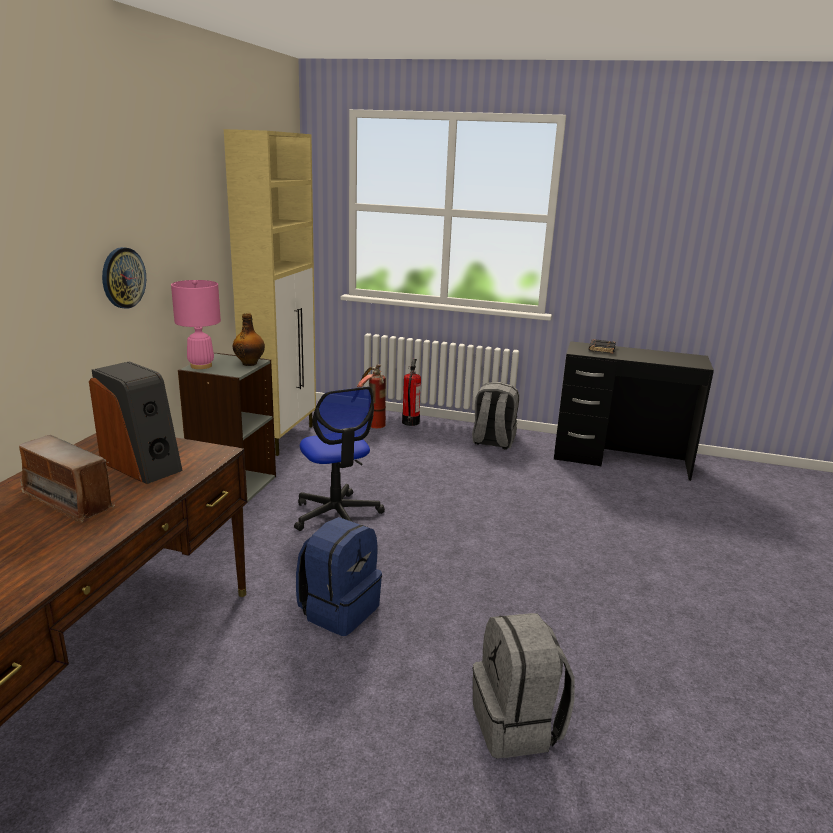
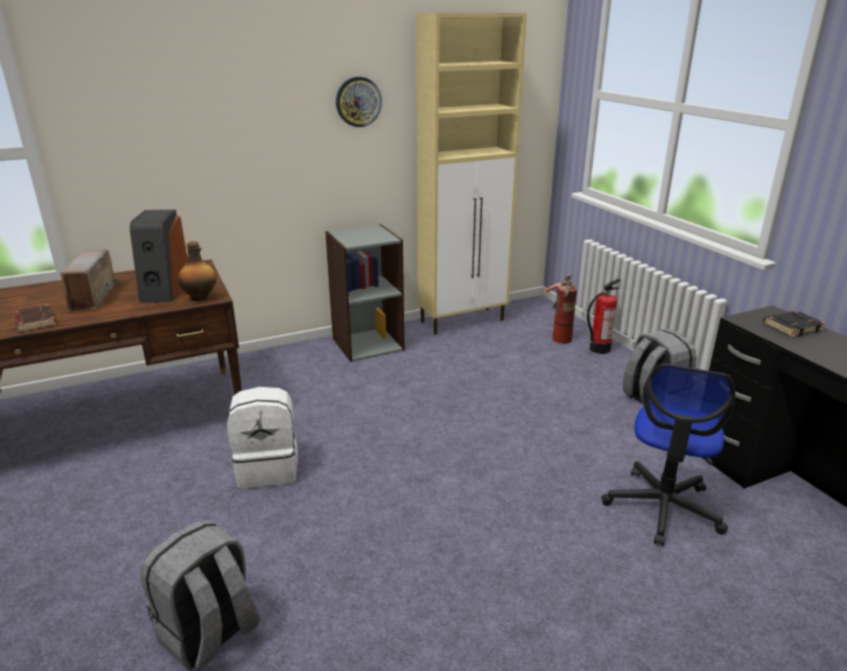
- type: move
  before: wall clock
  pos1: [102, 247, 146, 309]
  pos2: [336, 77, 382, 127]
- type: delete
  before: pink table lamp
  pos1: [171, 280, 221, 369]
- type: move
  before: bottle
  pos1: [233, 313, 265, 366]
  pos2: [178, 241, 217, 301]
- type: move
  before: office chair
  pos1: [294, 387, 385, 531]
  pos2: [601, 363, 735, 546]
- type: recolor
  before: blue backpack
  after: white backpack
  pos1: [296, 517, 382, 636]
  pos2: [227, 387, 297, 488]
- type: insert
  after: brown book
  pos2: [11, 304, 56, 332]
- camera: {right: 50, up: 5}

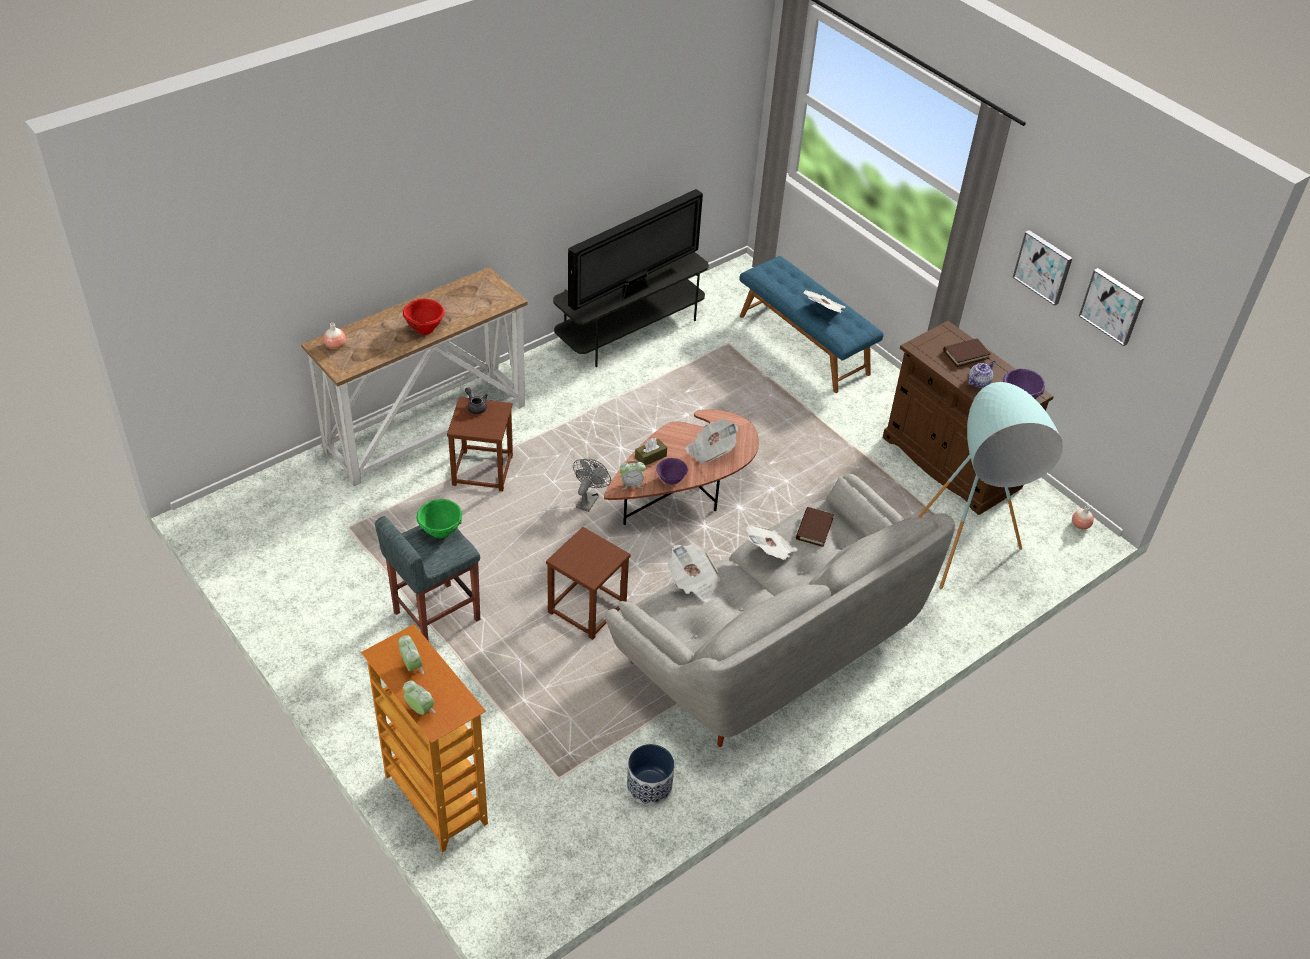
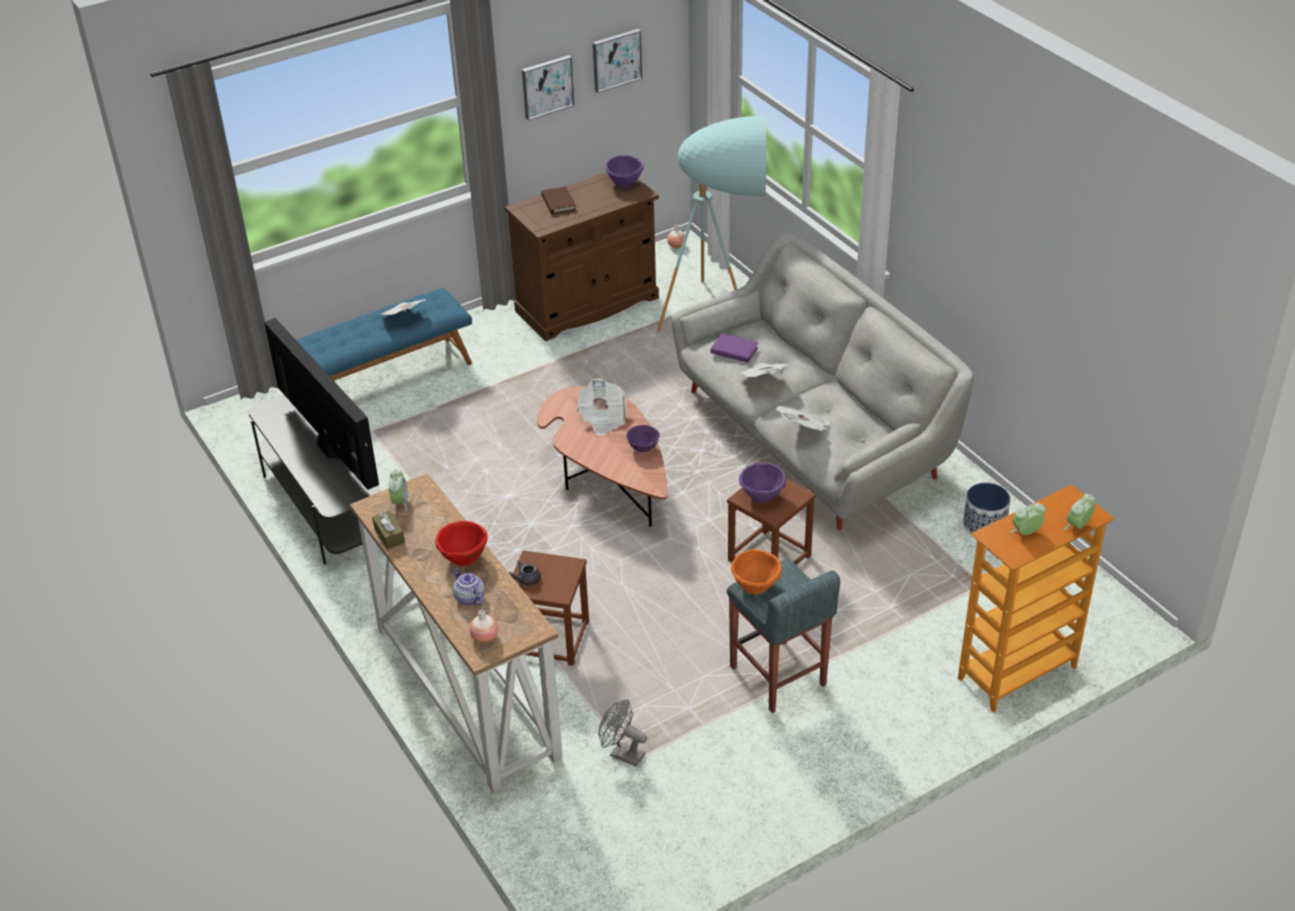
- type: move
  before: teapot
  pos1: [968, 361, 995, 388]
  pos2: [453, 567, 485, 606]
- type: move
  before: brown tissue box
  pos1: [635, 438, 667, 466]
  pos2: [372, 511, 405, 549]
- type: move
  before: grey fan
  pos1: [573, 459, 611, 512]
  pos2: [598, 699, 647, 767]
- type: move
  before: alarm clock
  pos1: [620, 460, 646, 490]
  pos2: [389, 469, 409, 511]
- type: recolor
  before: green bowl
  after: orange bowl
  pos1: [416, 499, 462, 538]
  pos2: [731, 549, 782, 594]
- type: recolor
  before: brown book
  after: purple book
  pos1: [796, 507, 834, 547]
  pos2: [711, 333, 758, 362]
- type: insert
  after: purple bowl
  pos2: [739, 463, 786, 503]
- camera: {right: -80, up: -5}

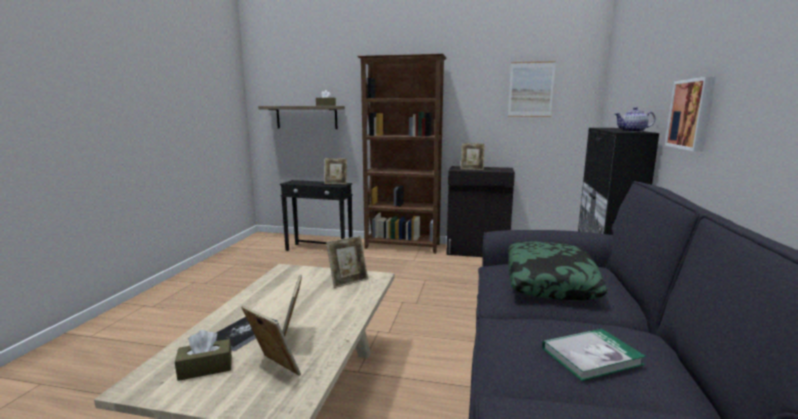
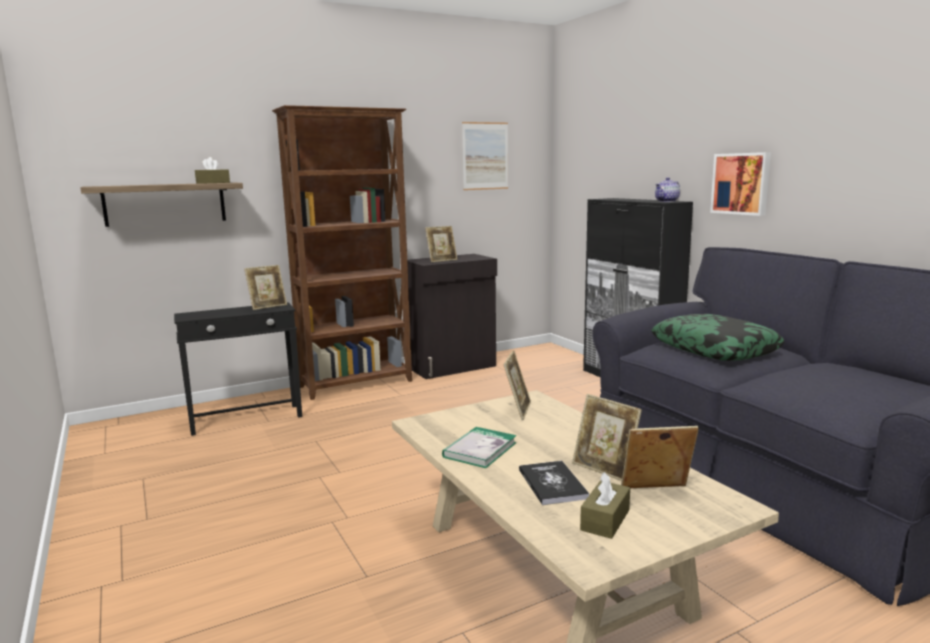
- type: move
  before: book
  pos1: [542, 329, 646, 381]
  pos2: [442, 427, 517, 468]
- camera: {right: -40, up: 0}

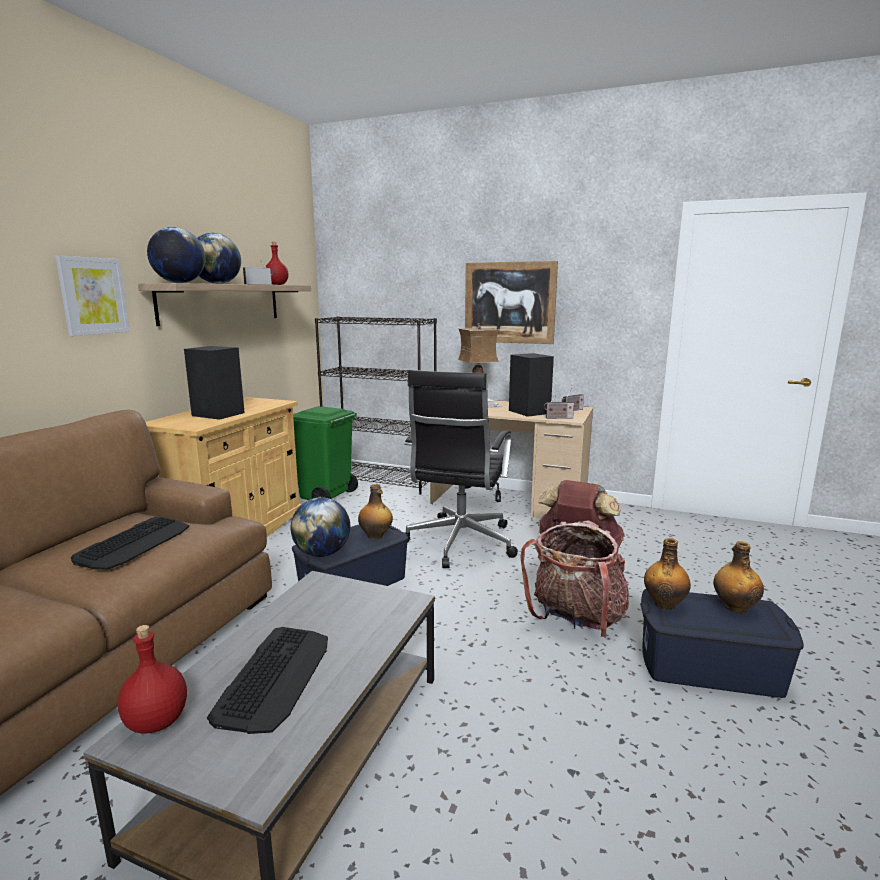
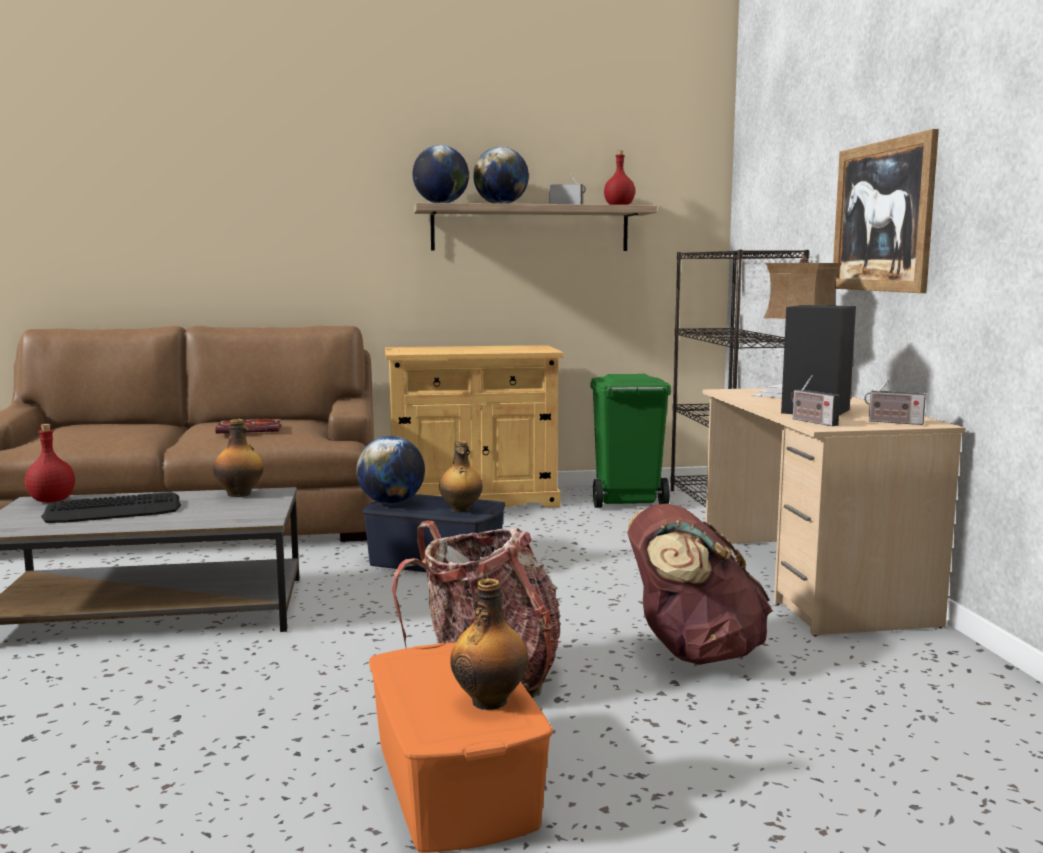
- type: delete
  before: picture
  pos1: [55, 256, 130, 336]
- type: delete
  before: black speaker
  pos1: [184, 346, 245, 420]
- type: delete
  before: black office chair
  pos1: [403, 370, 518, 568]
- type: replace
  before: keyboard
  after: book
  pos1: [71, 517, 189, 570]
  pos2: [215, 418, 281, 433]
- type: move
  before: bottle
  pos1: [644, 538, 691, 610]
  pos2: [213, 419, 263, 497]
- type: recolor
  before: blue storage box
  after: orange storage box
  pos1: [640, 589, 804, 698]
  pos2: [369, 642, 553, 853]
- camera: {right: 60, up: -5}

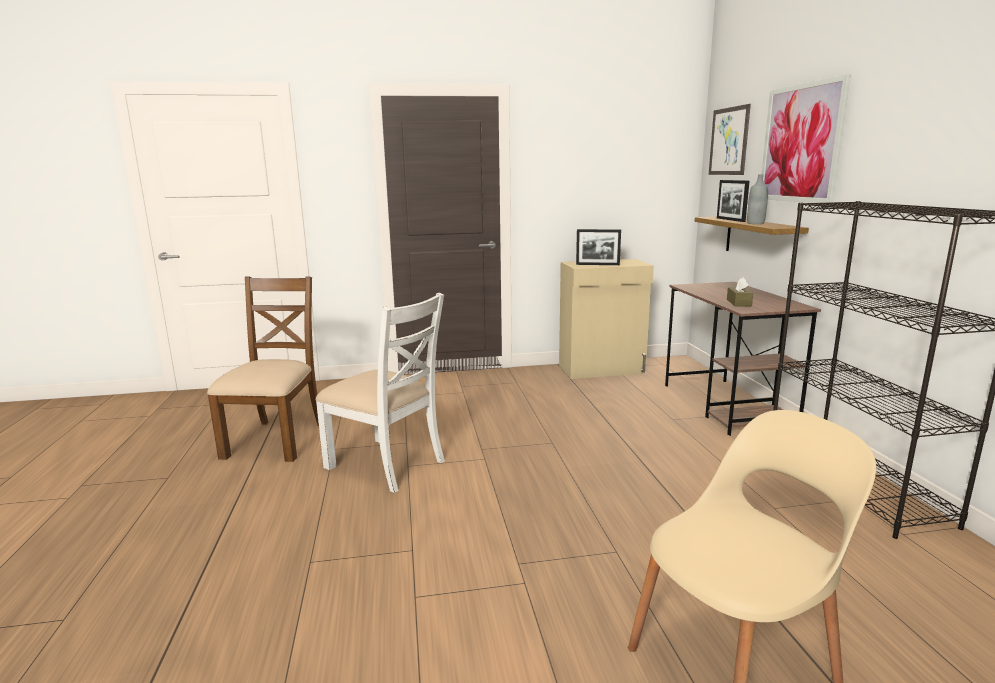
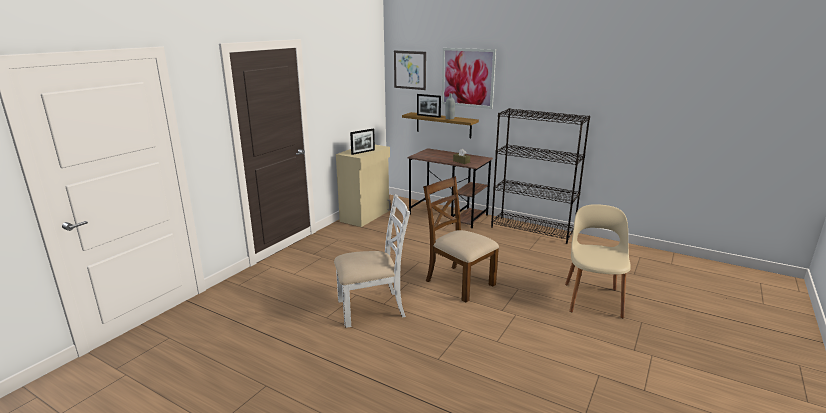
- type: move
  before: brown chair
  pos1: [207, 276, 319, 462]
  pos2: [423, 176, 499, 302]
- camera: {right: -50, up: 5}

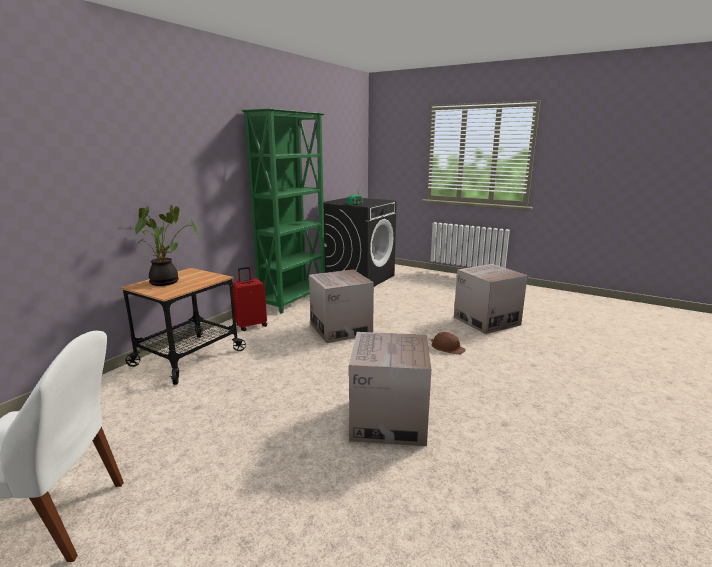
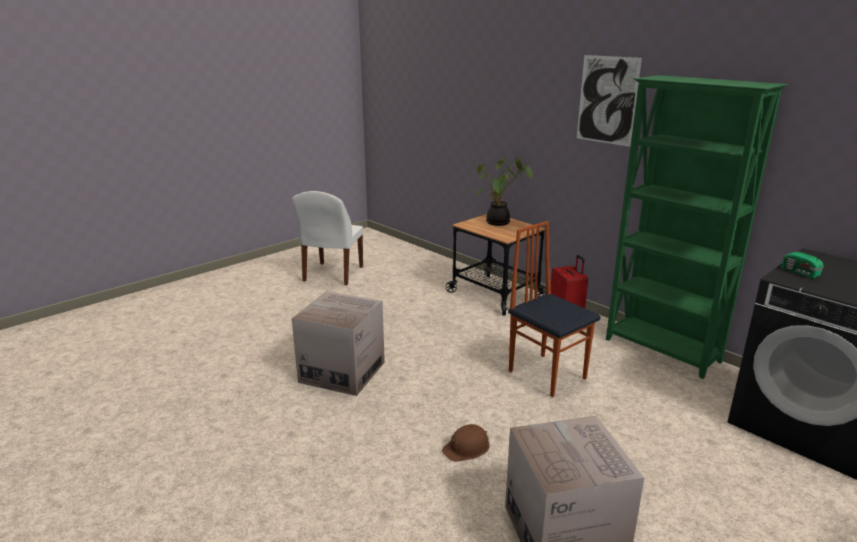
- type: replace
  before: cardboard box
  after: chair
  pos1: [309, 269, 374, 343]
  pos2: [508, 221, 601, 397]
- type: insert
  after: picture
  pos2: [577, 55, 642, 147]
- camera: {right: 105, up: 5}

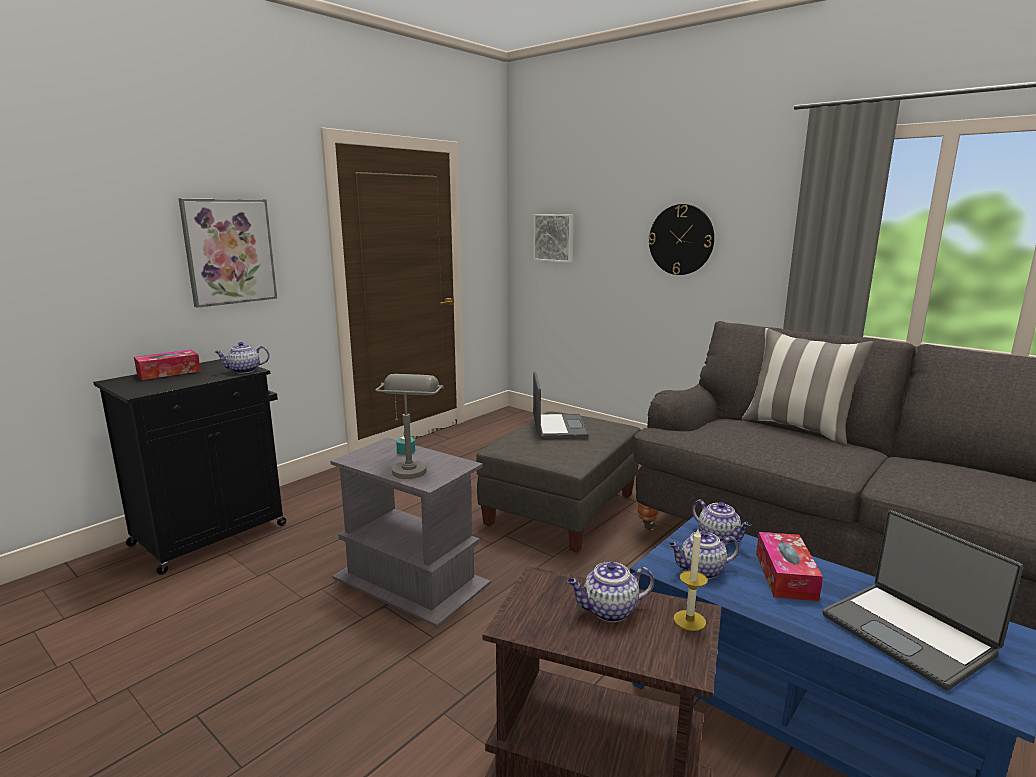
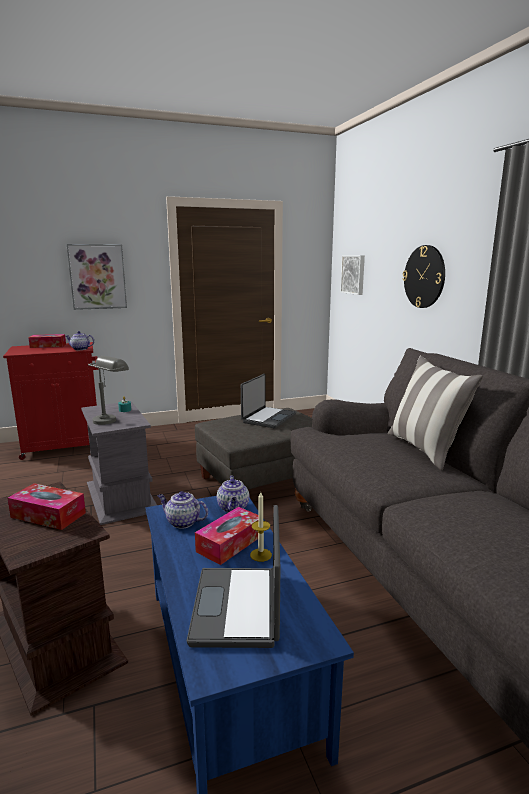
- type: recolor
  before: black cabinet
  after: red cabinet
  pos1: [93, 359, 286, 575]
  pos2: [3, 342, 99, 460]
- type: move
  before: candle
  pos1: [674, 529, 708, 631]
  pos2: [250, 492, 272, 562]
- type: replace
  before: teapot
  after: tissue box
  pos1: [567, 562, 654, 622]
  pos2: [7, 483, 86, 530]
- camera: {right: 30, up: 0}

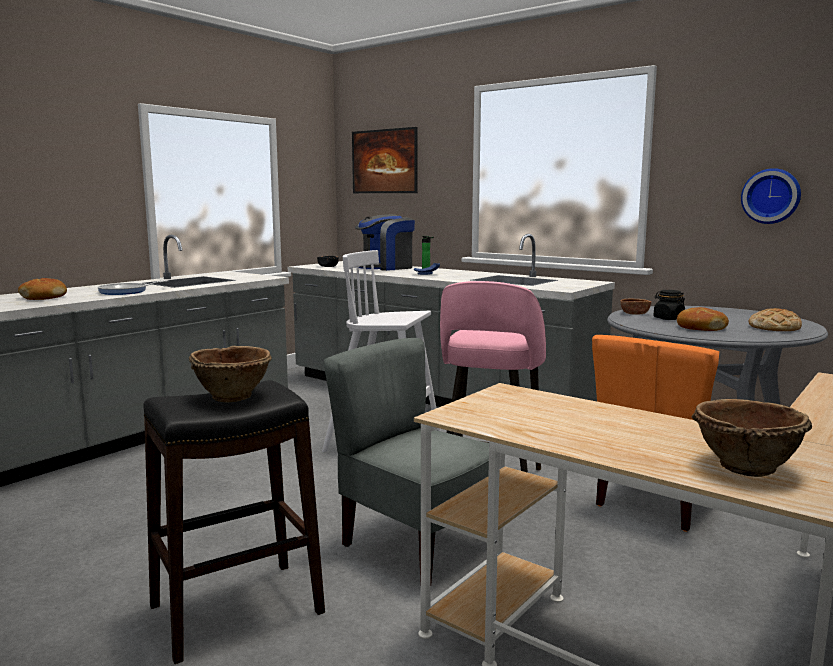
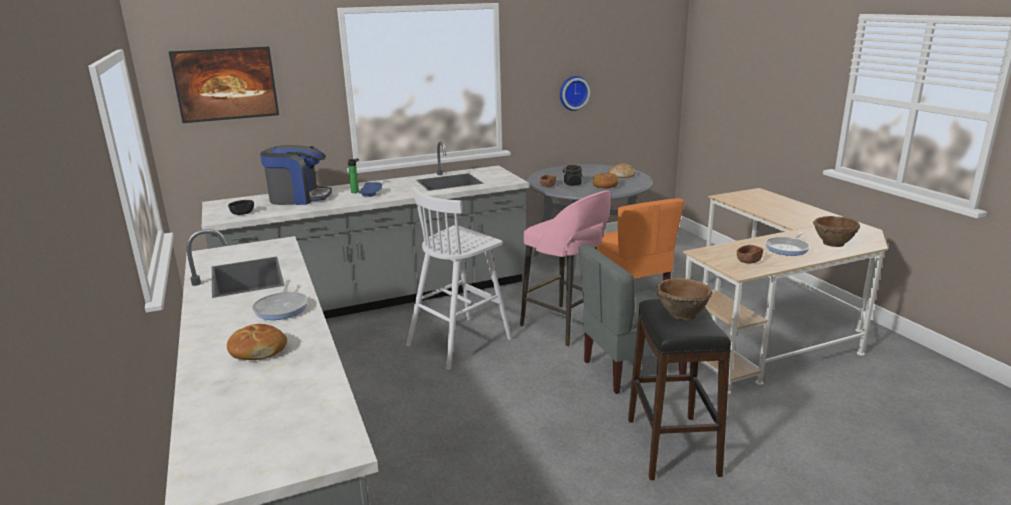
- type: rotate
  before: coffee machine
  pos1: [355, 214, 415, 271]
  pos2: [260, 145, 332, 205]
  turn: -90
- type: insert
  after: frying pan
  pos2: [765, 231, 810, 256]
- type: insert
  after: brown bowl
  pos2: [737, 245, 763, 264]
- camera: {right: -60, up: 10}

